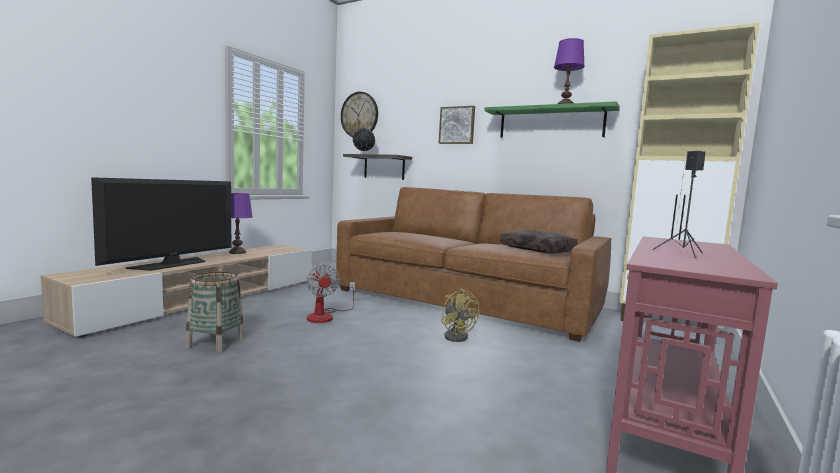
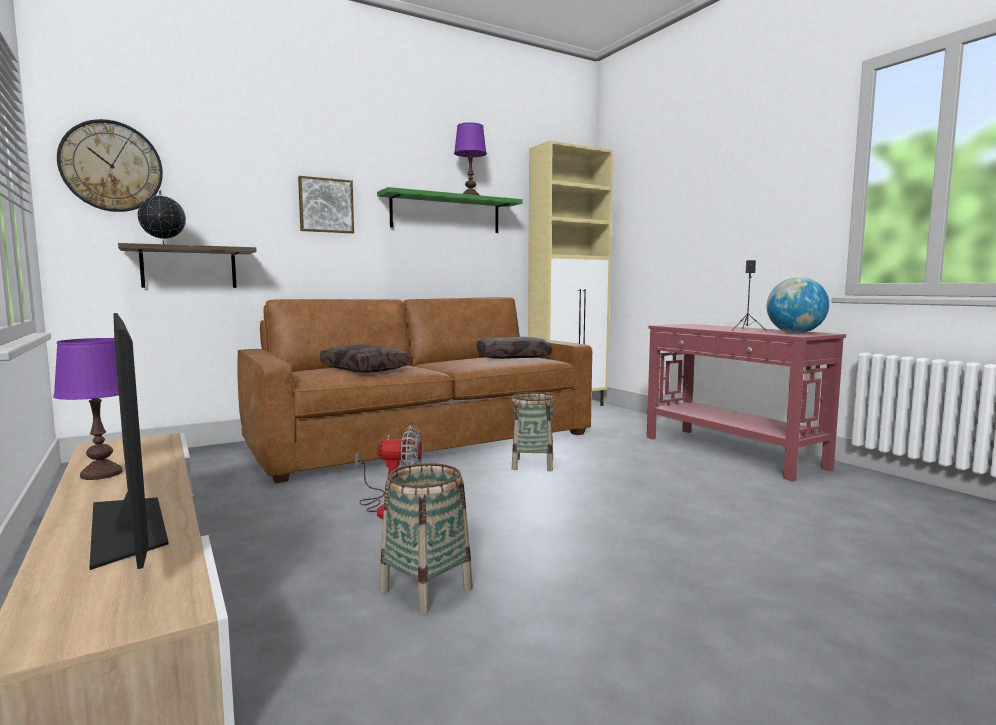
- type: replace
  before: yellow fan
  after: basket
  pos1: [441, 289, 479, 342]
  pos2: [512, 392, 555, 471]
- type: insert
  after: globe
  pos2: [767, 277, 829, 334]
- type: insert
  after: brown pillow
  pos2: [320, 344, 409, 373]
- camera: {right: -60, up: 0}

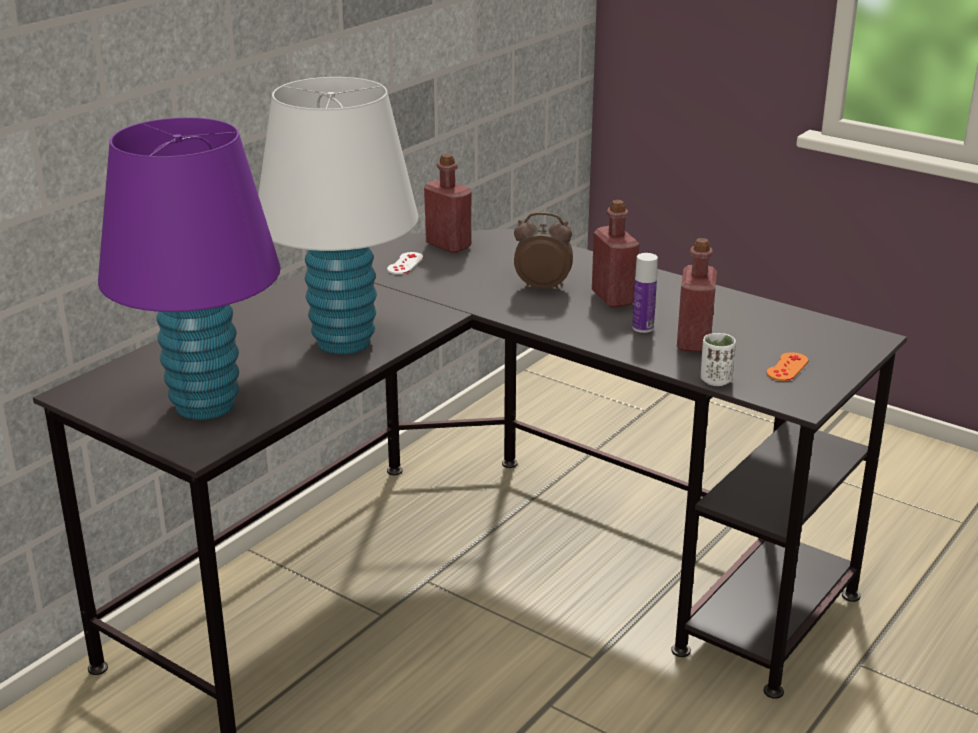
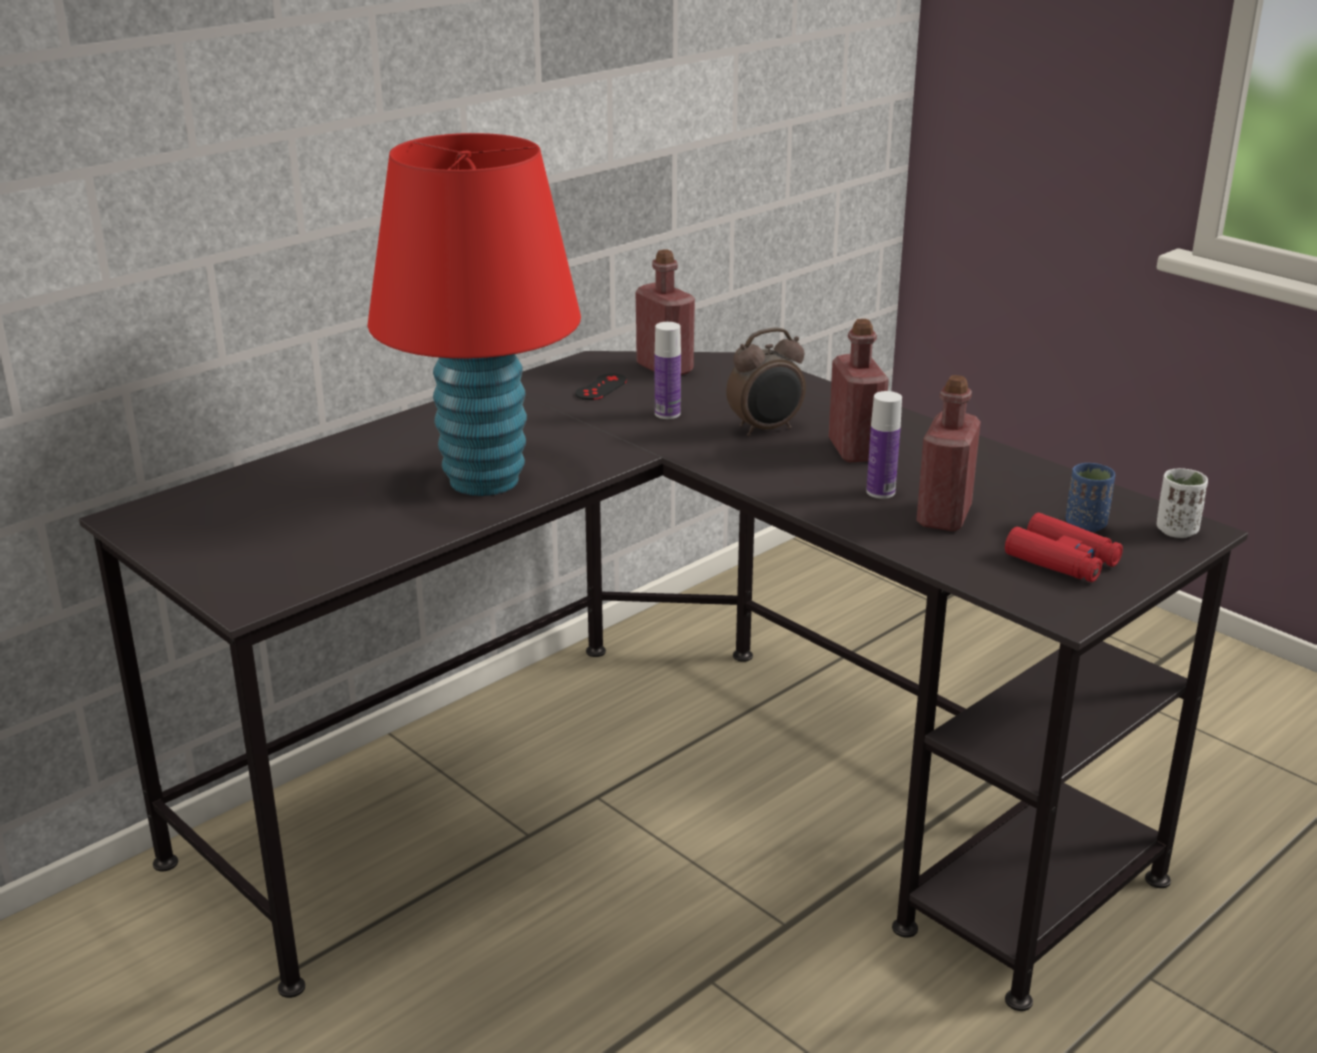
- type: recolor
  before: white table lamp
  after: red table lamp
  pos1: [258, 77, 418, 354]
  pos2: [367, 133, 581, 496]
- type: delete
  before: purple table lamp
  pos1: [98, 117, 281, 420]
- type: rotate
  before: alarm clock
  pos1: [514, 212, 573, 291]
  pos2: [726, 328, 806, 437]
  turn: 135
- type: recolor
  before: white game controller
  after: black game controller
  pos1: [387, 252, 423, 274]
  pos2: [575, 373, 627, 400]
- type: move
  before: white cup
  pos1: [701, 333, 736, 386]
  pos2: [1157, 468, 1208, 538]
- type: replace
  before: orange game controller
  after: red binoculars
  pos1: [767, 352, 808, 381]
  pos2: [1005, 513, 1123, 582]
- type: insert
  after: bottle
  pos2: [655, 322, 681, 419]
- type: insert
  after: blue cup
  pos2: [1065, 463, 1115, 532]
- camera: {right: 10, up: 0}

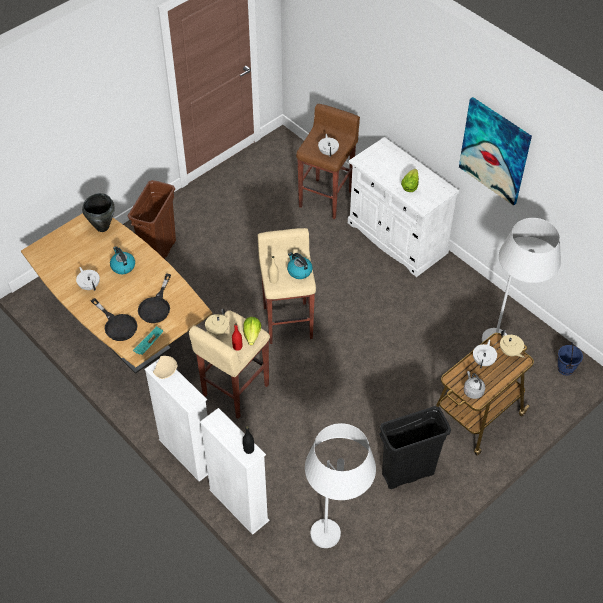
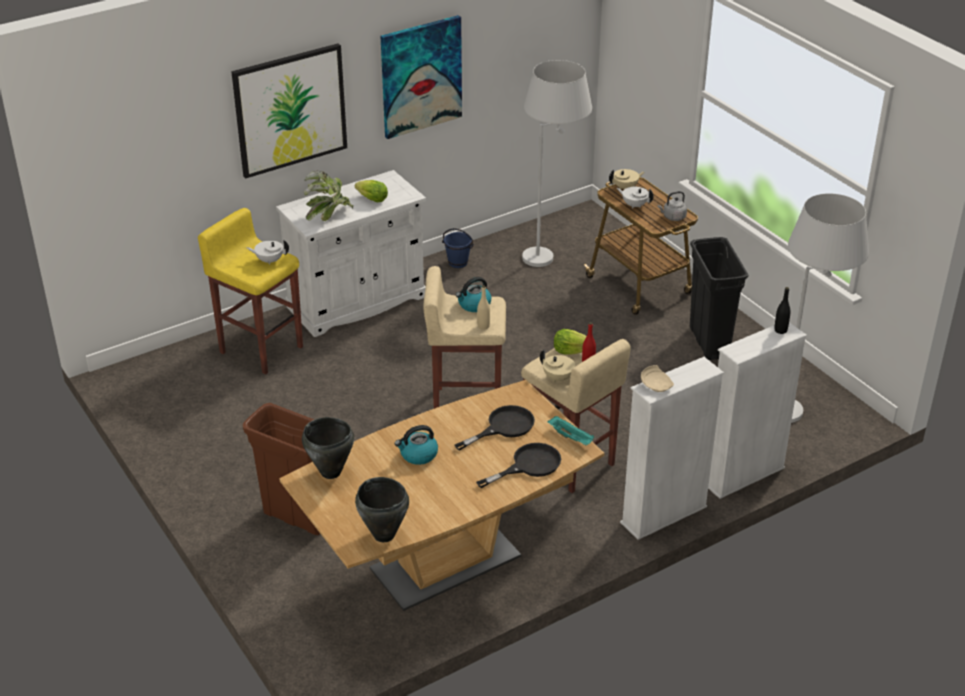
- type: recolor
  before: brown stool
  after: yellow stool
  pos1: [296, 104, 360, 219]
  pos2: [198, 208, 303, 375]
- type: delete
  before: white teapot
  pos1: [76, 267, 100, 291]
- type: rotate
  before: black frying pan
  pos1: [138, 274, 171, 323]
  pos2: [454, 405, 535, 451]
  turn: -60
- type: move
  before: blue bucket
  pos1: [557, 342, 583, 375]
  pos2: [442, 228, 474, 268]
- type: insert
  after: picture
  pos2: [231, 44, 347, 178]
- type: insert
  after: potted plant
  pos2: [304, 171, 353, 221]
- type: insert
  after: black cooking pot
  pos2: [355, 477, 409, 542]
- camera: {right: -80, up: -15}

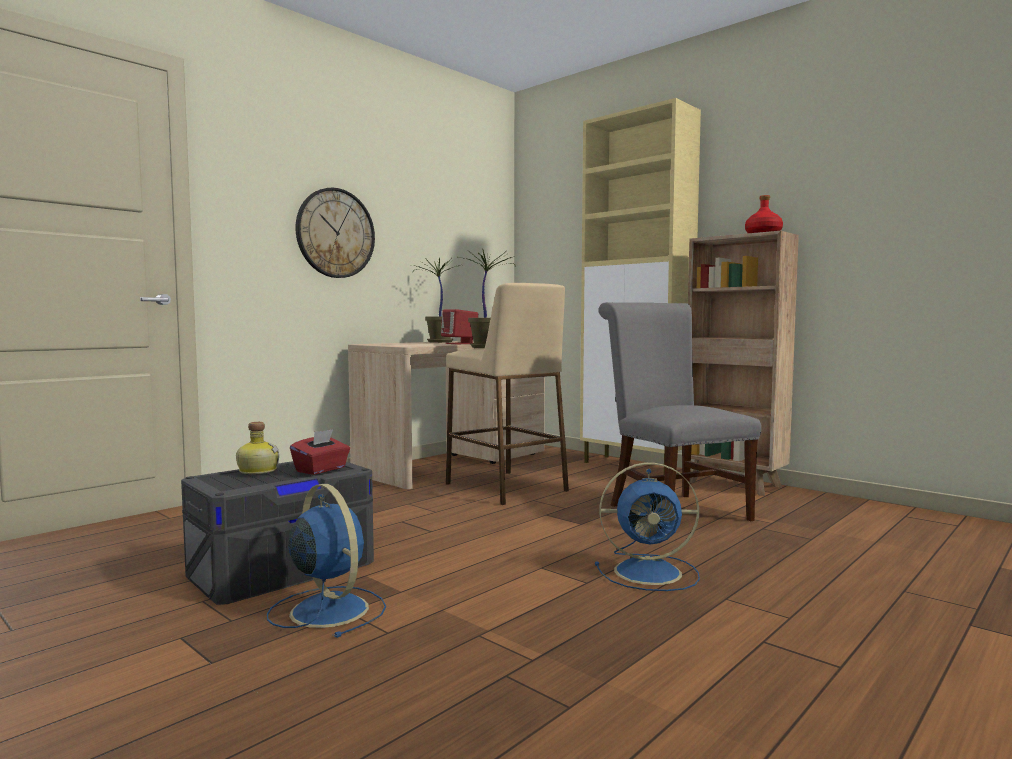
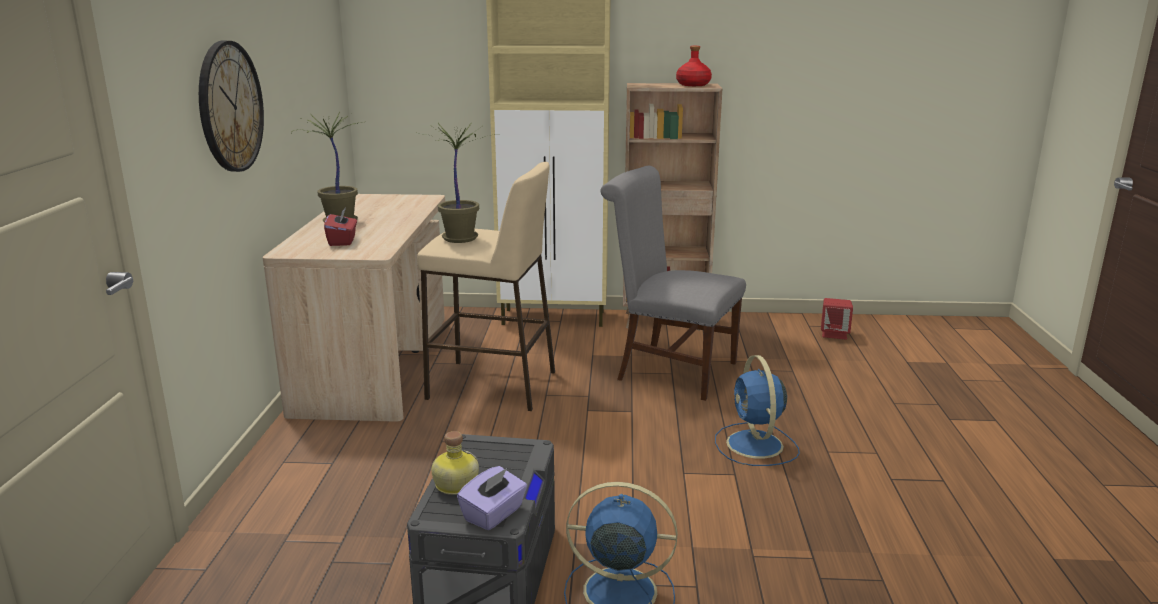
- type: move
  before: red speaker
  pos1: [441, 309, 478, 344]
  pos2: [821, 298, 853, 340]
- type: move
  before: red tissue box
  pos1: [290, 429, 350, 475]
  pos2: [324, 208, 357, 246]
- type: rotate
  before: blue fan
  pos1: [595, 462, 700, 591]
  pos2: [715, 355, 800, 466]
  turn: 120
- type: insert
  after: purple tissue box
  pos2: [457, 466, 527, 530]
- camera: {right: -40, up: 15}

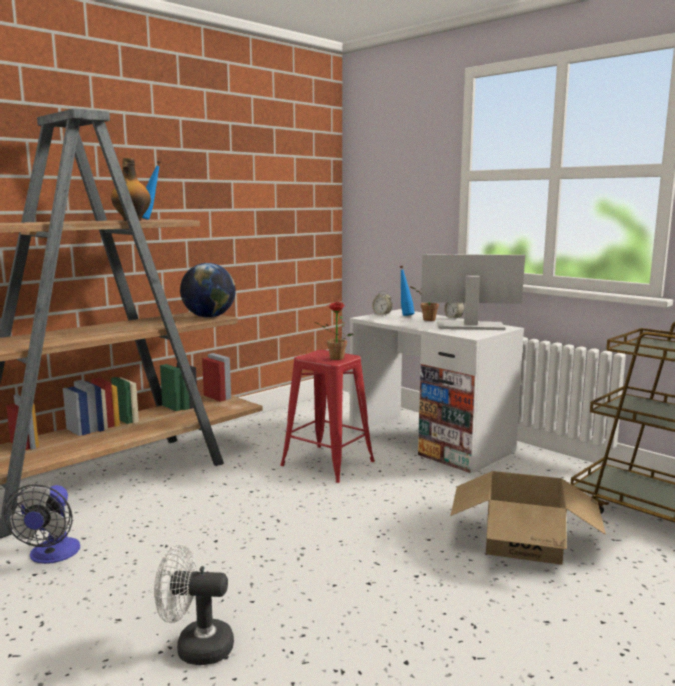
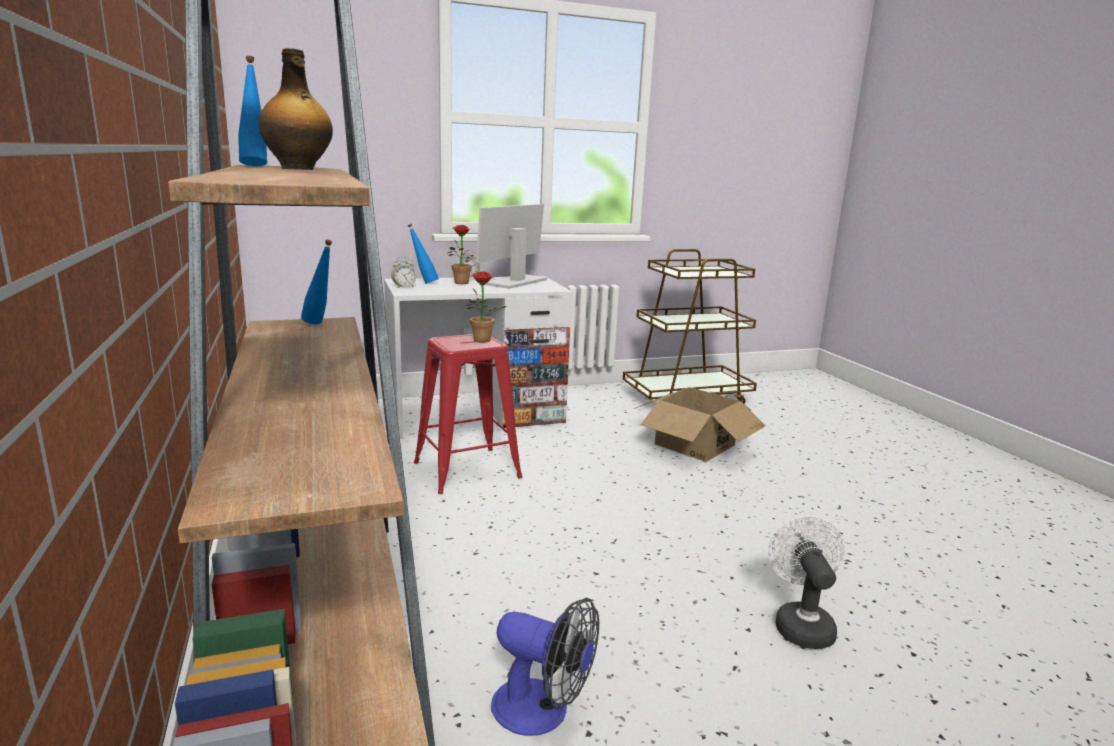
- type: replace
  before: globe
  after: blue bottle
  pos1: [180, 263, 236, 318]
  pos2: [301, 240, 332, 324]
- type: rotate
  before: white fan
  pos1: [154, 544, 234, 665]
  pos2: [768, 516, 845, 649]
  turn: 150
- camera: {right: -65, up: 5}

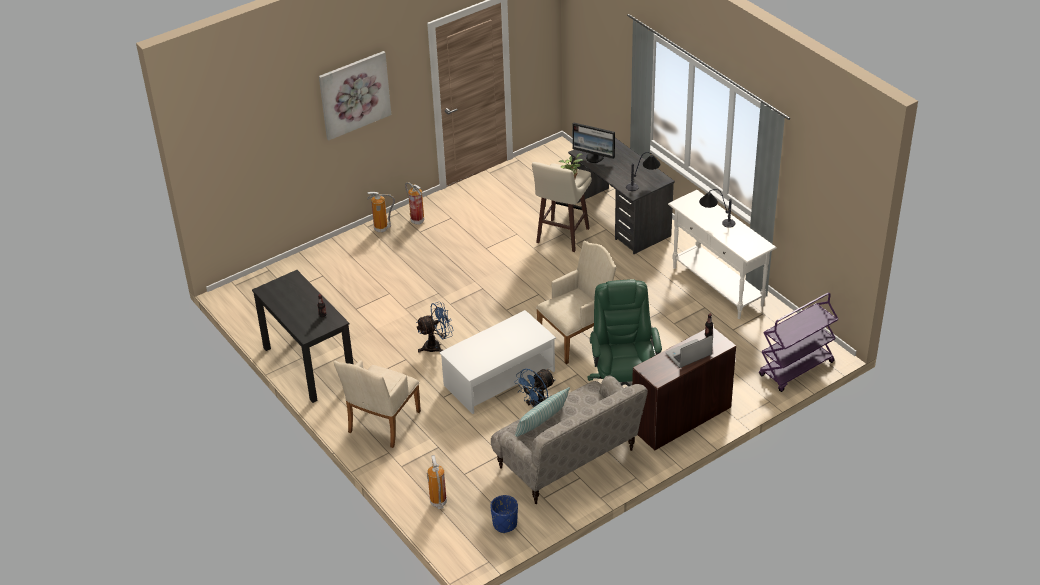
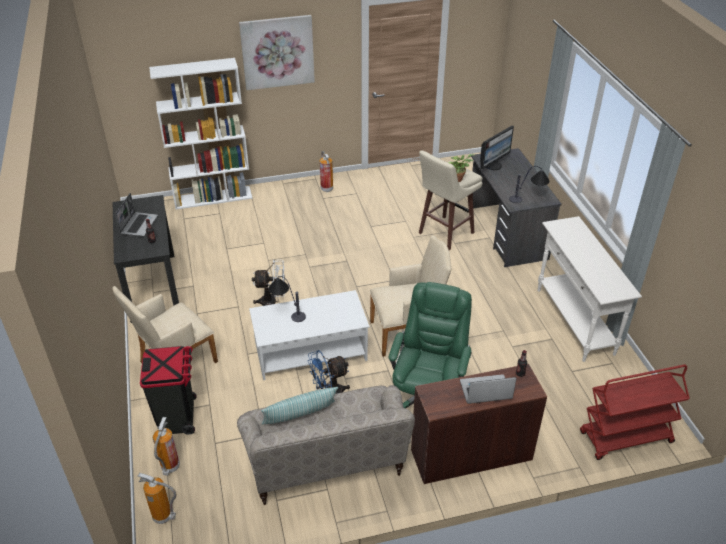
- type: rotate
  before: monitor
  pos1: [572, 122, 615, 163]
  pos2: [480, 126, 514, 170]
  turn: -90
- type: move
  before: table lamp
  pos1: [699, 189, 735, 228]
  pos2: [269, 276, 306, 322]
- type: move
  before: fire extinguisher
  pos1: [367, 192, 395, 233]
  pos2: [138, 473, 177, 524]
- type: recolor
  before: purple cart
  after: red cart
  pos1: [759, 292, 838, 392]
  pos2: [580, 364, 690, 460]
- type: recolor
  before: blue fan
  after: white fan
  pos1: [416, 302, 453, 353]
  pos2: [252, 260, 285, 306]
- type: delete
  before: blue planter
  pos1: [490, 495, 518, 533]
- type: insert
  after: white bookcase
  pos2: [149, 58, 252, 210]
- type: insert
  after: laptop
  pos2: [115, 193, 158, 237]
- type: insert
  after: black trash can
  pos2: [140, 346, 197, 435]
- camera: {right: 20, up: 0}

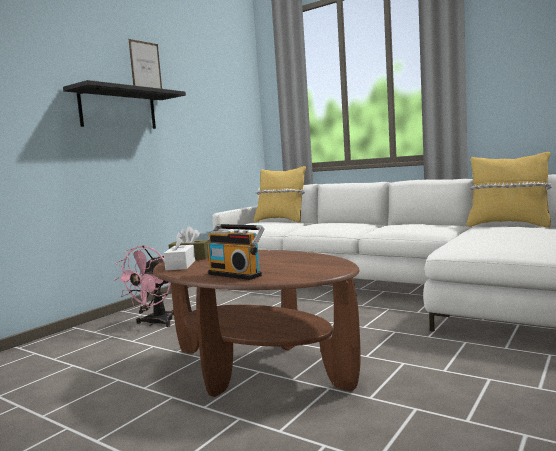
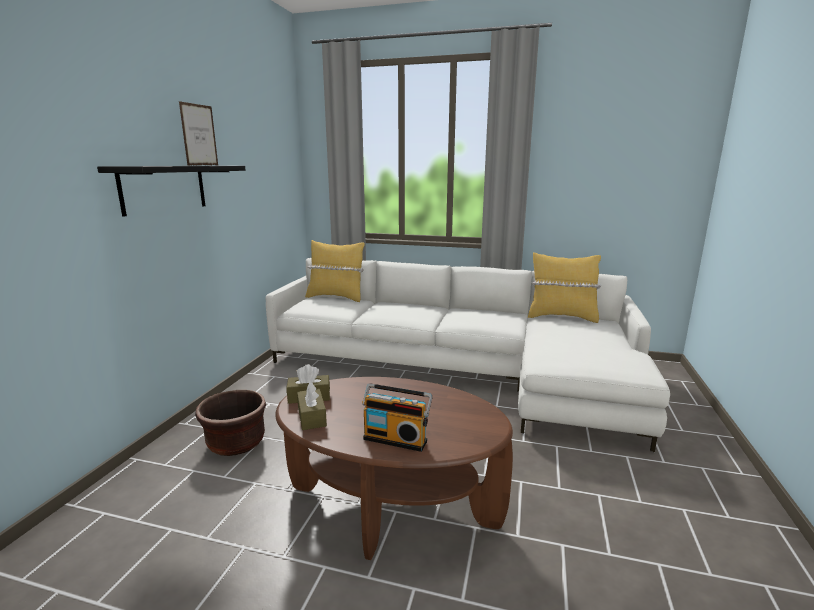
- type: recolor
  before: white tissue box
  after: brown tissue box
  pos1: [164, 232, 195, 270]
  pos2: [297, 382, 327, 430]
- type: replace
  before: pink fan
  after: brown planter
  pos1: [114, 245, 174, 327]
  pos2: [195, 390, 266, 456]
- camera: {right: -20, up: 10}

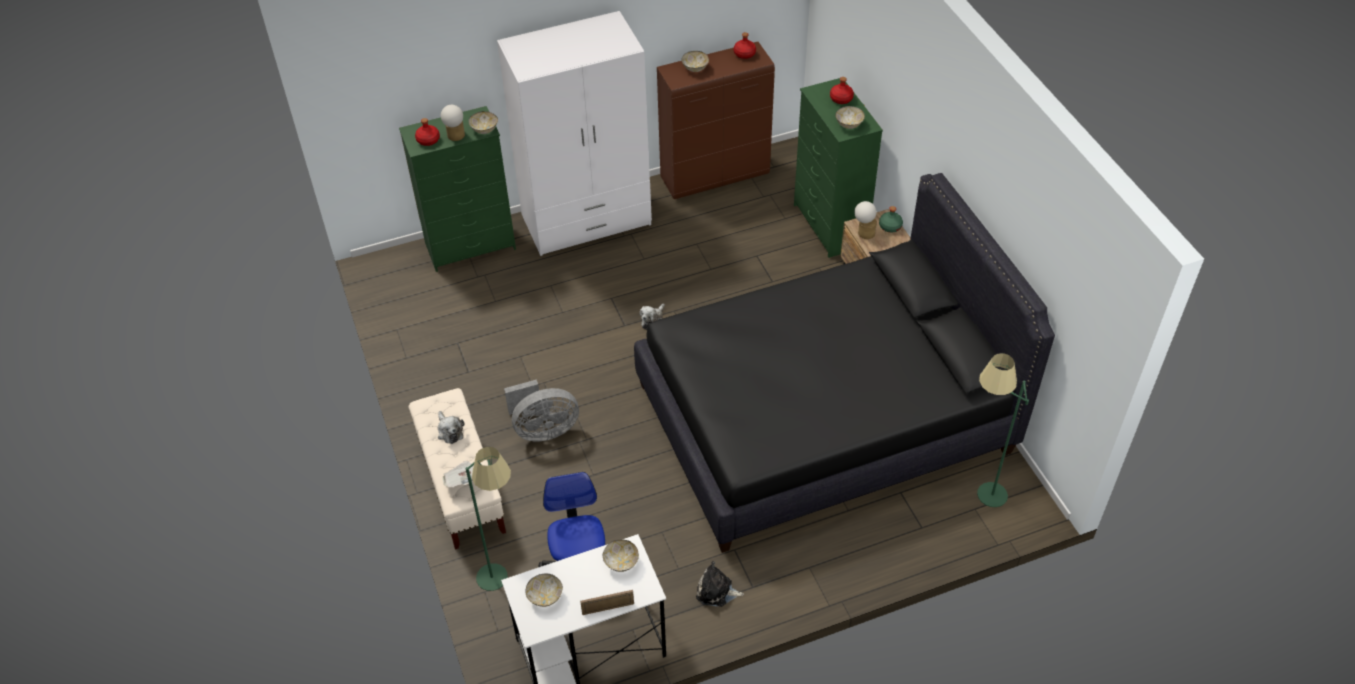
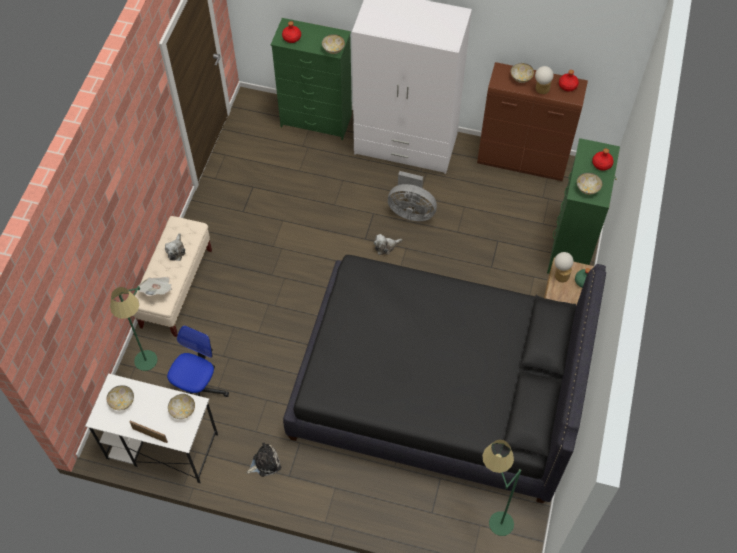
- type: move
  before: table lamp
  pos1: [441, 105, 465, 141]
  pos2: [535, 66, 554, 94]
- type: move
  before: grey fan
  pos1: [504, 380, 579, 441]
  pos2: [388, 171, 437, 221]
- type: rotate
  before: plush toy
  pos1: [696, 561, 744, 607]
  pos2: [247, 442, 281, 477]
  turn: 105
- camera: {right: 35, up: 10}

